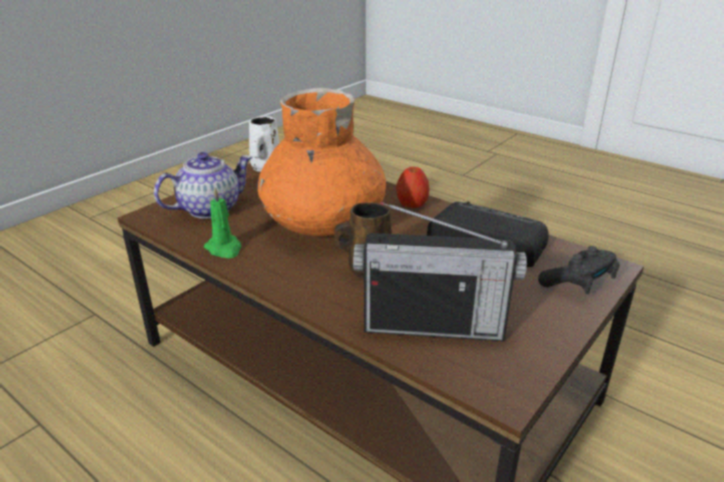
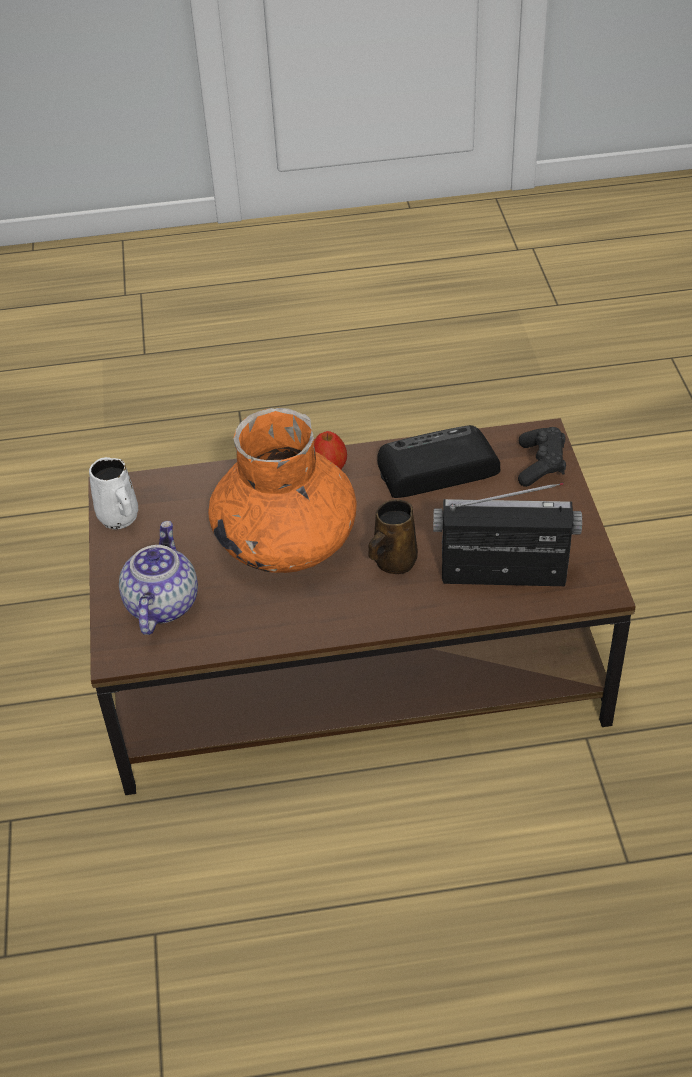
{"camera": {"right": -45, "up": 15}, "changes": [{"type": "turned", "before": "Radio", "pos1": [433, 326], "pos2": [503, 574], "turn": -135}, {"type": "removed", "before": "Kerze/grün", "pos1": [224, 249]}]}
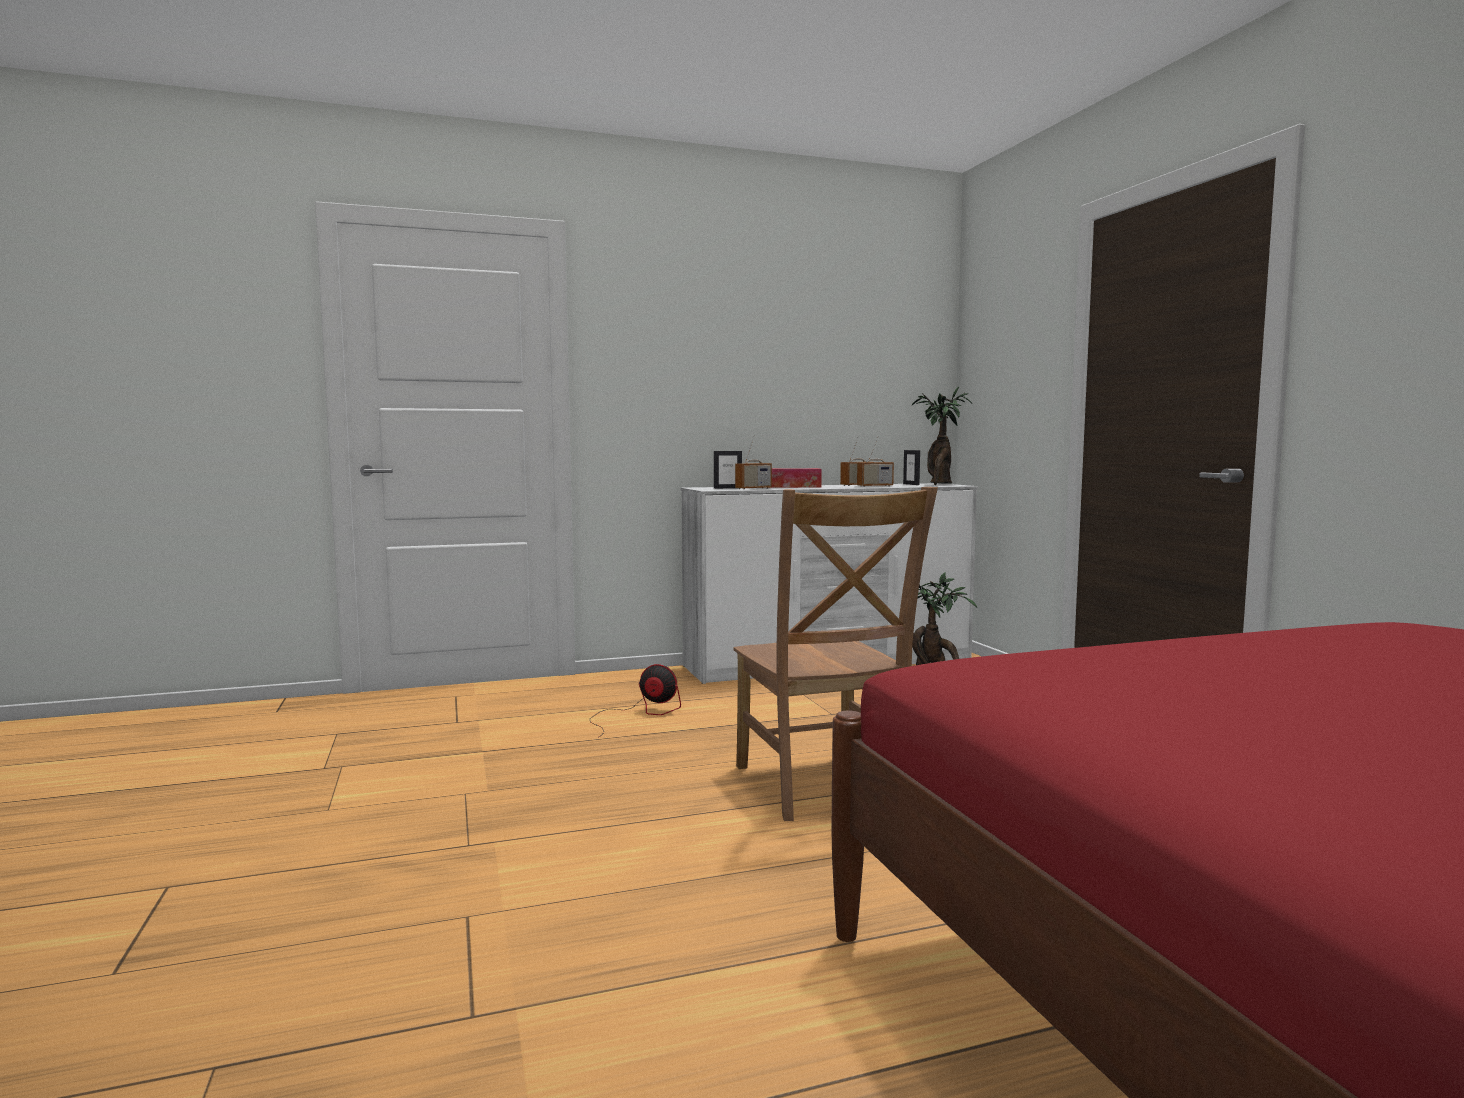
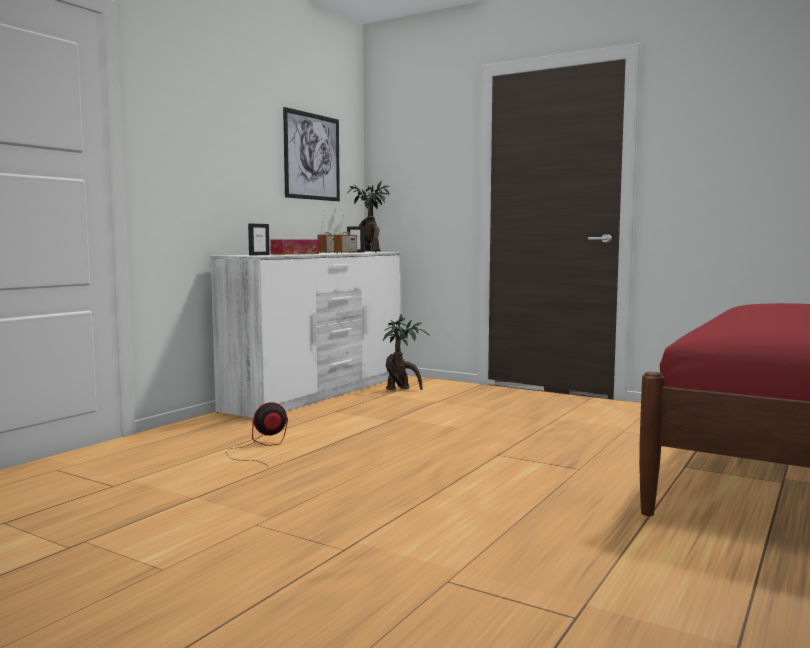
{"camera": {"right": -40, "up": 0}, "changes": [{"type": "added", "after": "Bild", "pos2": [312, 156]}, {"type": "removed", "before": "Stuhl/braun", "pos1": [823, 787]}, {"type": "removed", "before": "Radio", "pos1": [753, 488]}]}
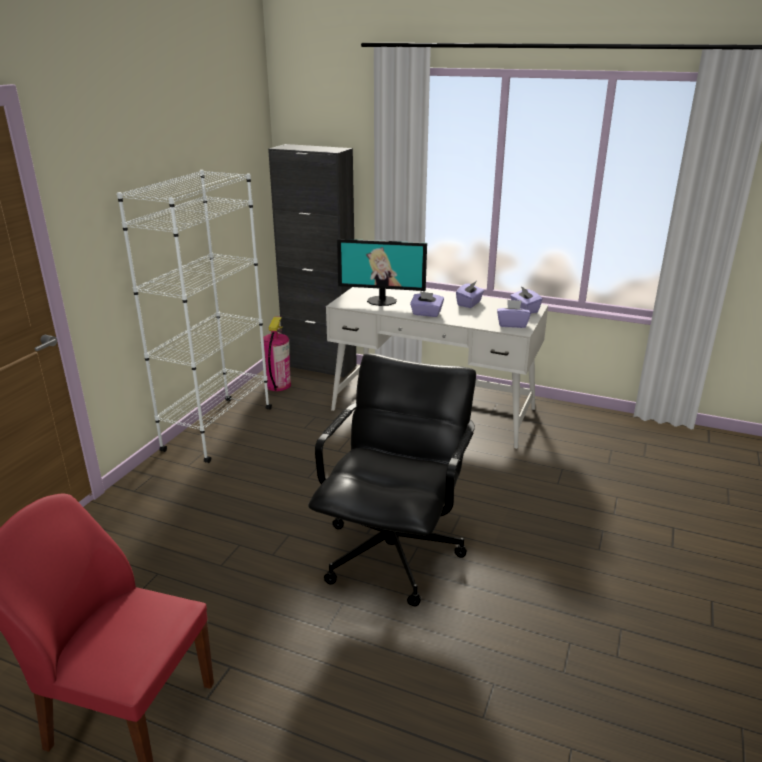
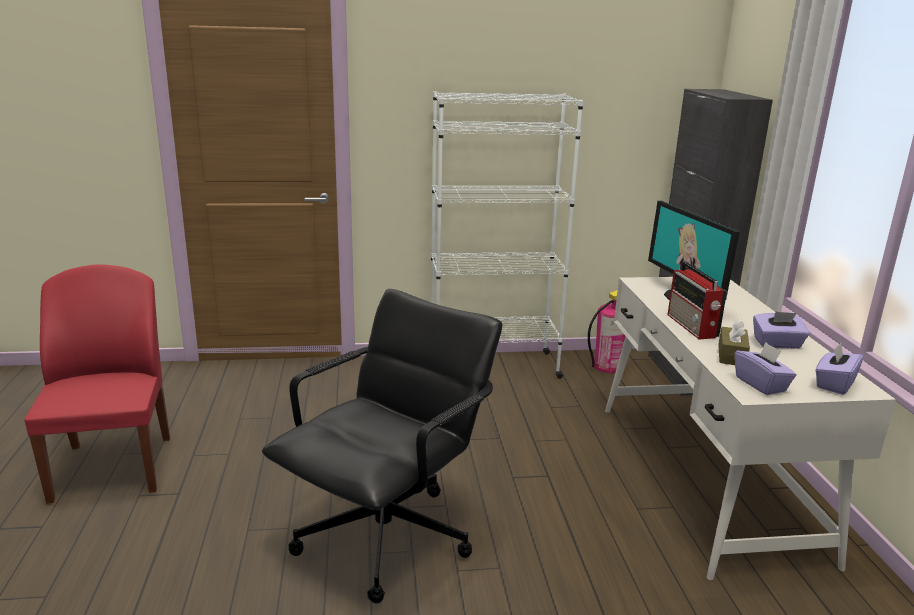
{"camera": {"right": 60, "up": -5}, "changes": [{"type": "turned", "before": "Bürostuhl/schwarz", "pos1": [393, 554], "pos2": [387, 537], "turn": -45}, {"type": "replaced", "before": "Taschentuchbox/lila", "after": "Radio", "pos1": [426, 314], "pos2": [692, 326]}, {"type": "added", "after": "Taschentuchbox/braun", "pos2": [731, 355]}]}
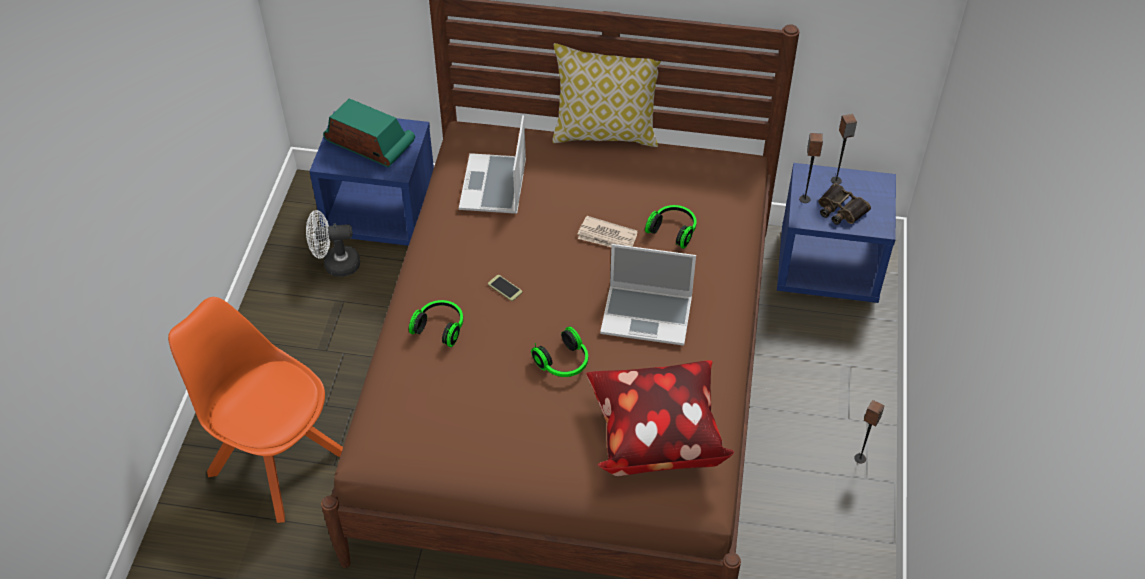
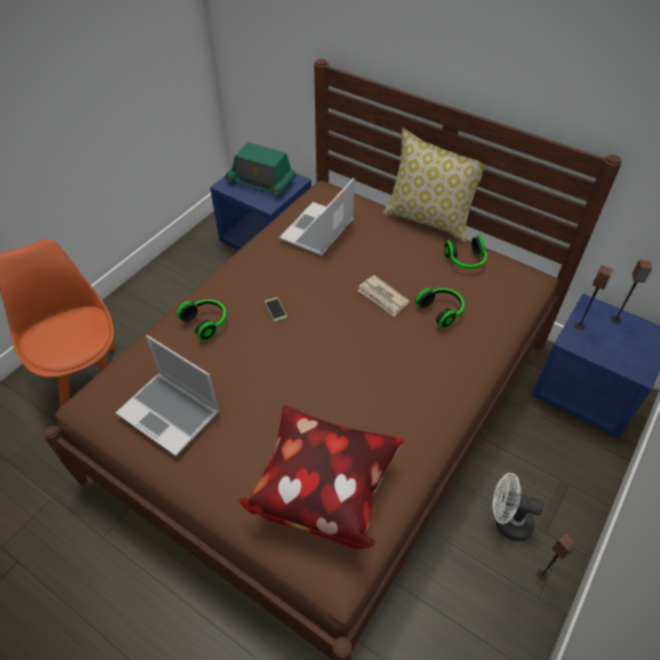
{"camera": {"right": 25, "up": 0}, "changes": [{"type": "moved", "before": "Laptop", "pos1": [648, 315], "pos2": [171, 413]}, {"type": "turned", "before": "Radio", "pos1": [370, 144], "pos2": [261, 182], "turn": 150}, {"type": "moved", "before": "Kopfhörer", "pos1": [564, 363], "pos2": [466, 261]}, {"type": "moved", "before": "Ventilator/weiß", "pos1": [335, 264], "pos2": [507, 522]}, {"type": "removed", "before": "Fernglas", "pos1": [840, 210]}]}
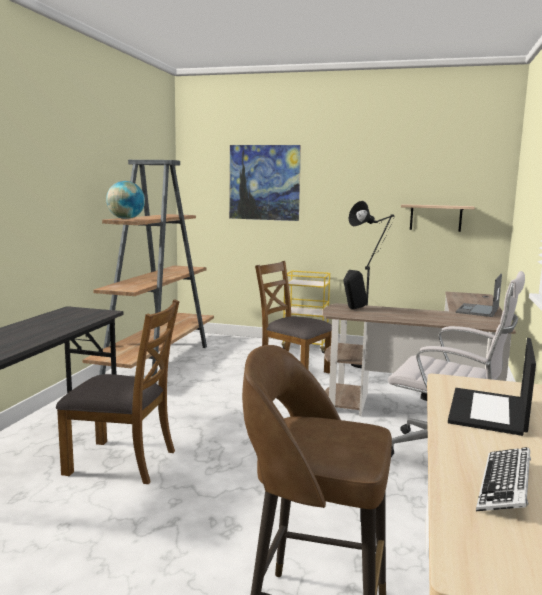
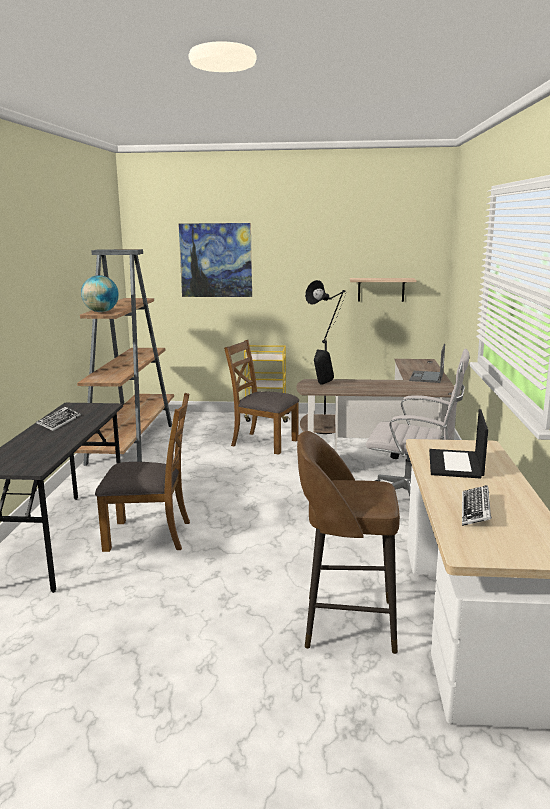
{"camera": {"right": -10, "up": 5}, "changes": [{"type": "added", "after": "Tastatur", "pos2": [59, 422]}]}
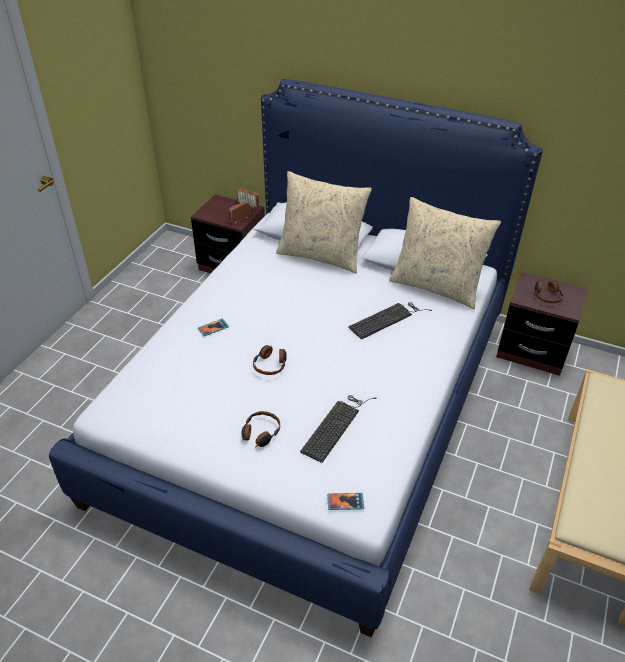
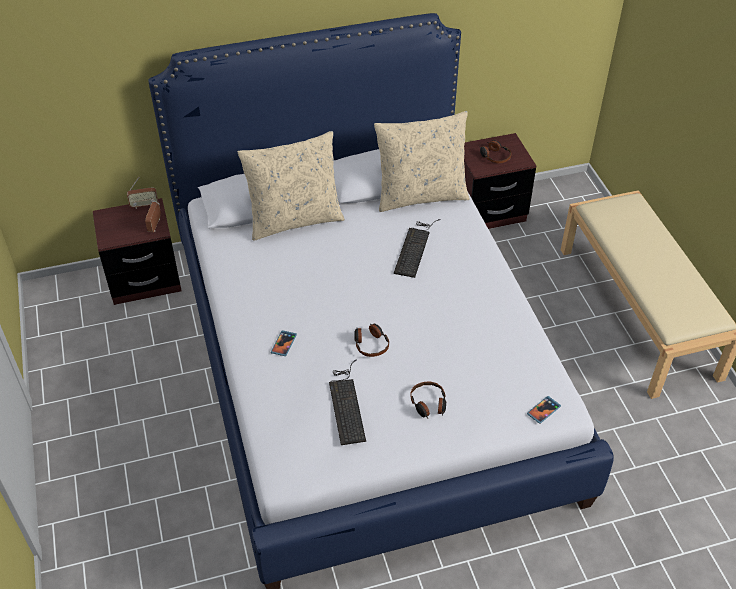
{"camera": {"right": -40, "up": 5}, "changes": [{"type": "moved", "before": "Tastatur", "pos1": [336, 425], "pos2": [347, 403]}]}
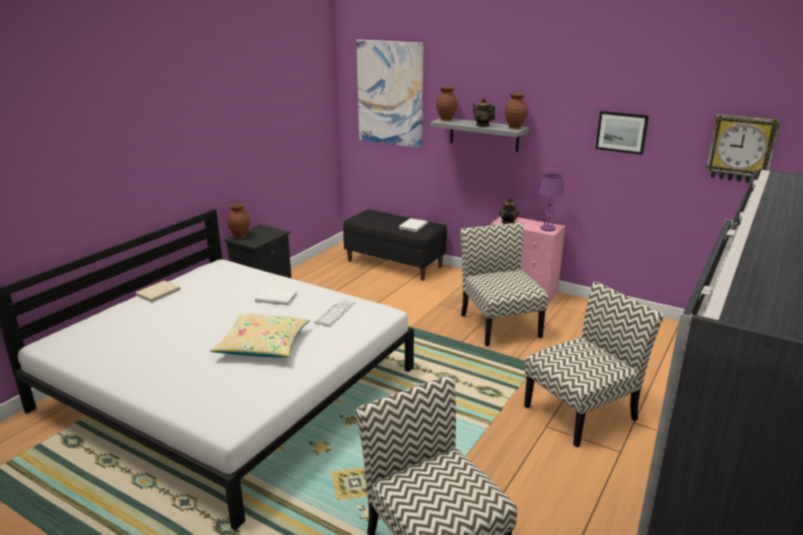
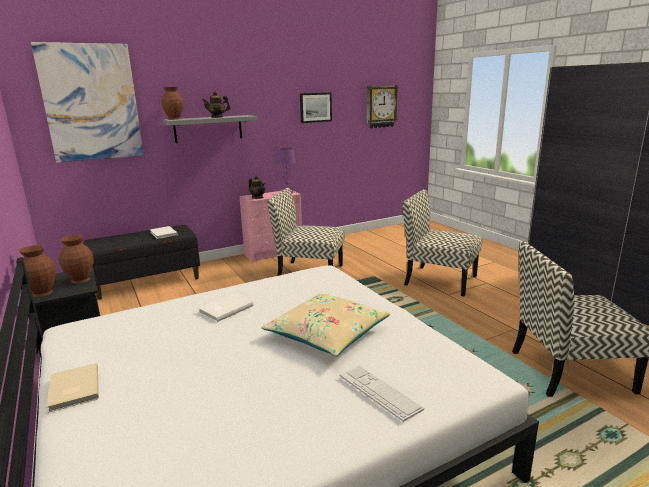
{"camera": {"right": -60, "up": -5}, "changes": [{"type": "moved", "before": "Vase/braun", "pos1": [514, 127], "pos2": [80, 280]}, {"type": "moved", "before": "Tastatur", "pos1": [335, 313], "pos2": [379, 392]}, {"type": "turned", "before": "Stuhl", "pos1": [581, 411], "pos2": [439, 280], "turn": -60}]}
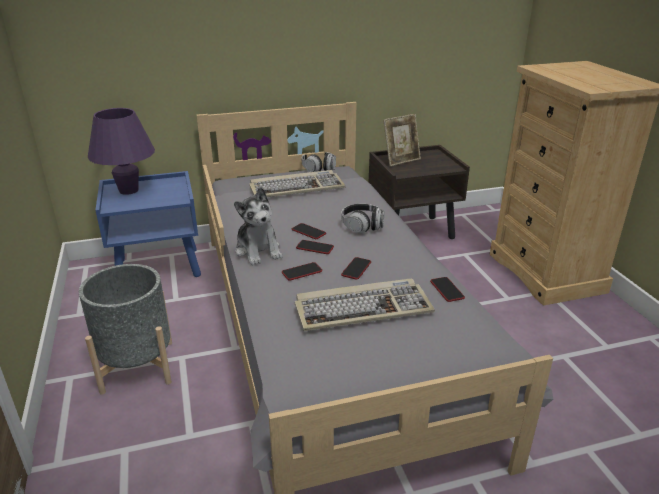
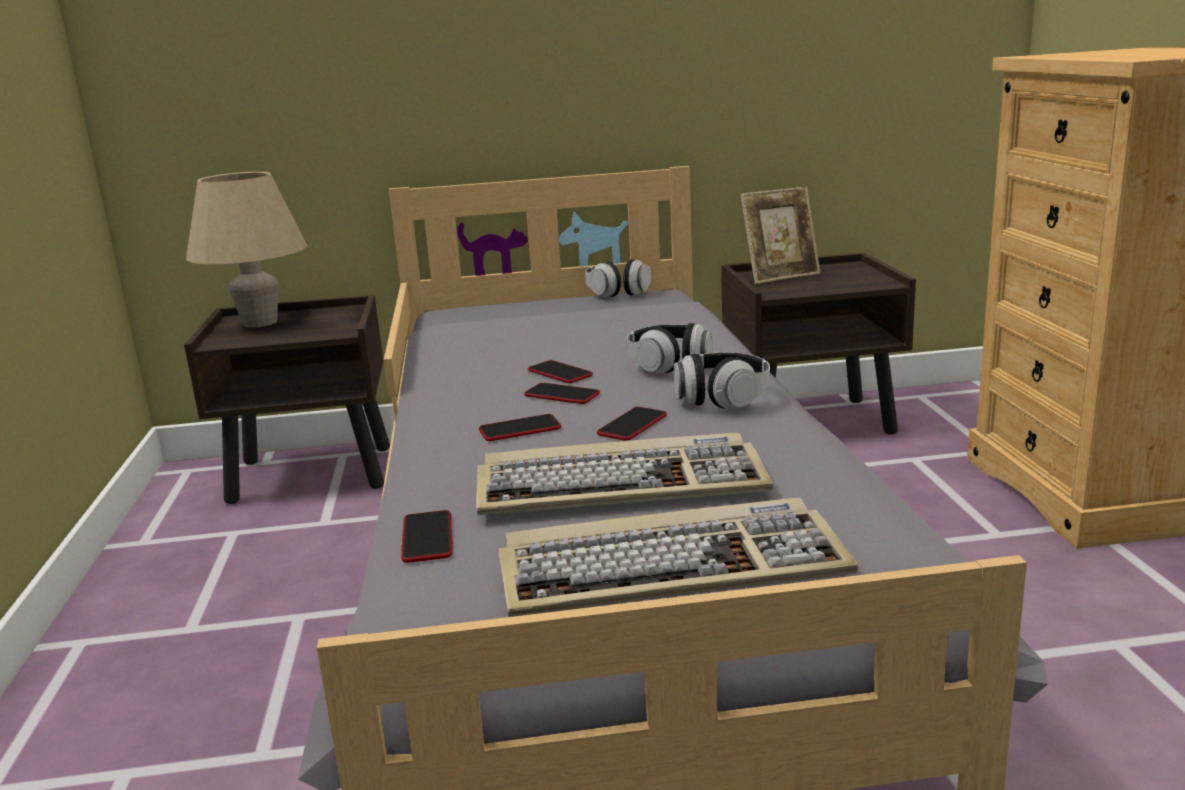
{"camera": {"right": 10, "up": -10}, "changes": [{"type": "recoloured", "before": "Nachttisch/blau", "after": "Nachttisch/braun", "pos1": [159, 268], "pos2": [314, 474]}, {"type": "recoloured", "before": "Tischlampe/lila", "after": "Tischlampe/beige", "pos1": [129, 190], "pos2": [260, 322]}, {"type": "moved", "before": "Handy", "pos1": [447, 290], "pos2": [427, 538]}, {"type": "moved", "before": "Tastatur", "pos1": [297, 188], "pos2": [672, 567]}, {"type": "added", "after": "Kopfhörer", "pos2": [721, 398]}, {"type": "removed", "before": "Pflanzkübel/grau", "pos1": [137, 366]}, {"type": "removed", "before": "Plüschtier", "pos1": [258, 250]}]}
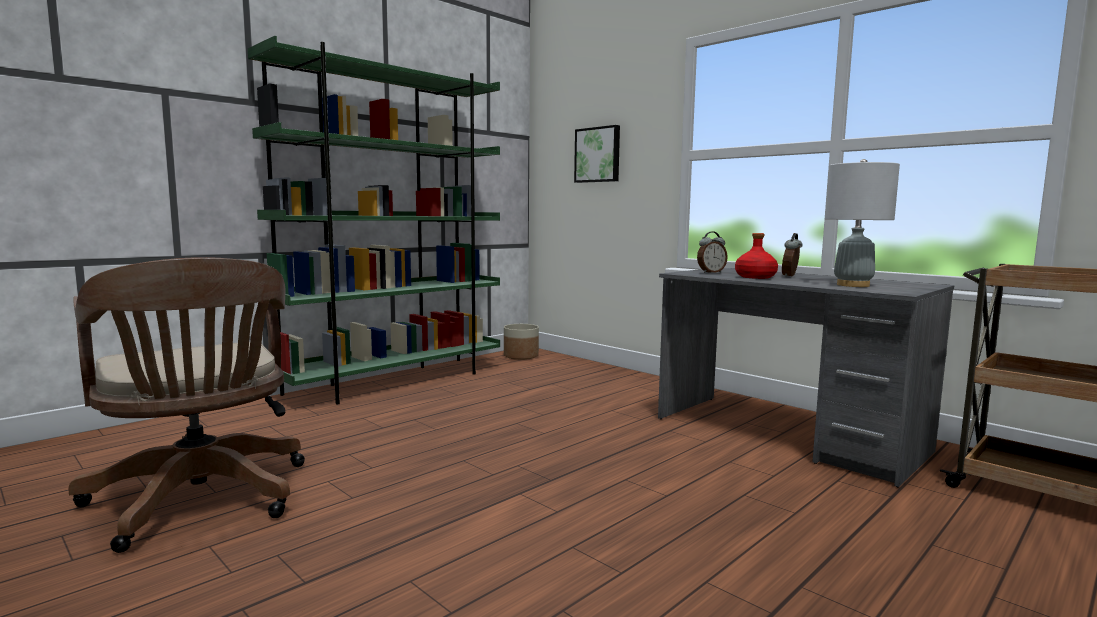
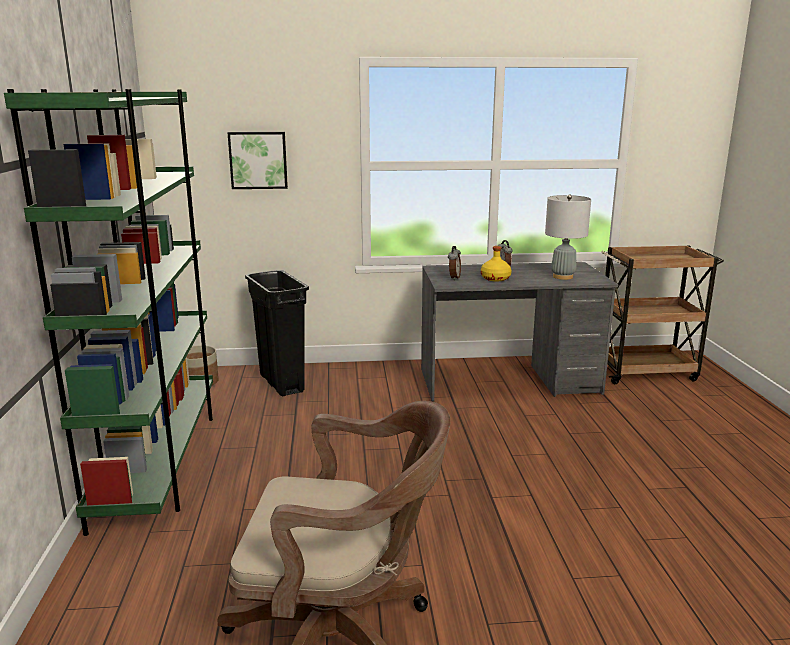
{"camera": {"right": -50, "up": 10}, "changes": [{"type": "added", "after": "Mülleimer/schwarz", "pos2": [281, 383]}, {"type": "recoloured", "before": "Flasche/rot", "after": "Flasche/gelb", "pos1": [755, 277], "pos2": [495, 278]}]}
